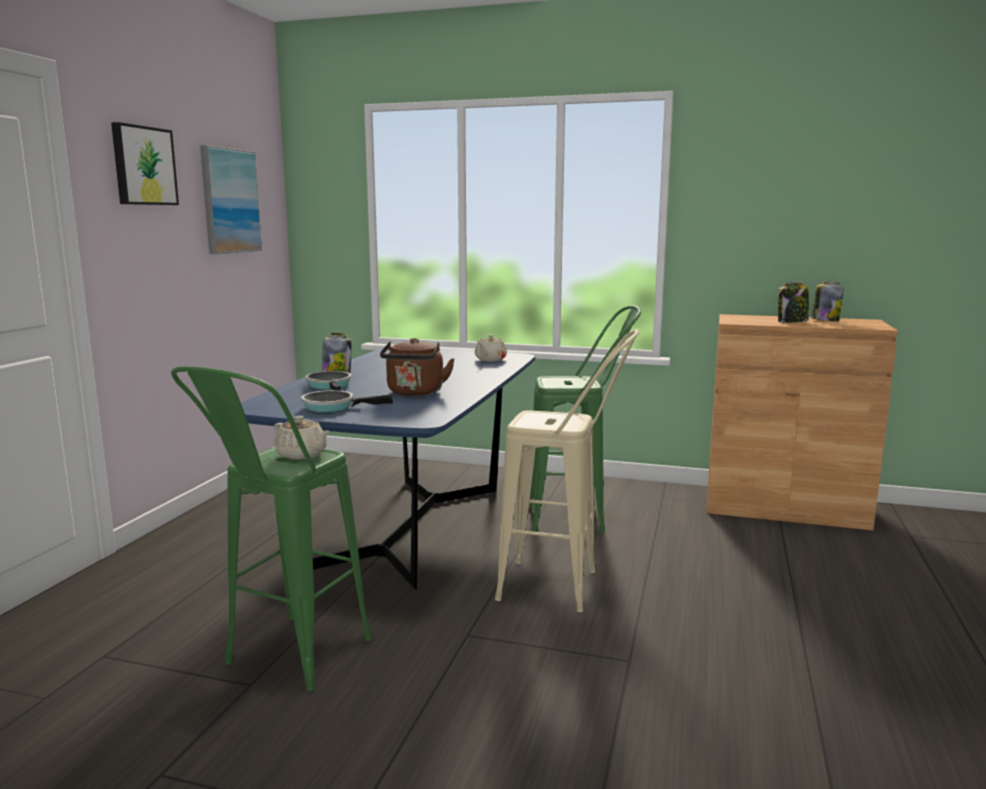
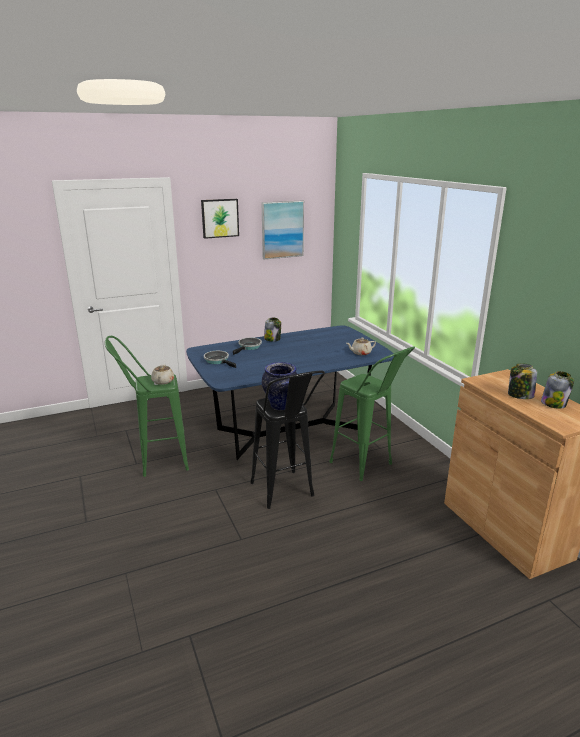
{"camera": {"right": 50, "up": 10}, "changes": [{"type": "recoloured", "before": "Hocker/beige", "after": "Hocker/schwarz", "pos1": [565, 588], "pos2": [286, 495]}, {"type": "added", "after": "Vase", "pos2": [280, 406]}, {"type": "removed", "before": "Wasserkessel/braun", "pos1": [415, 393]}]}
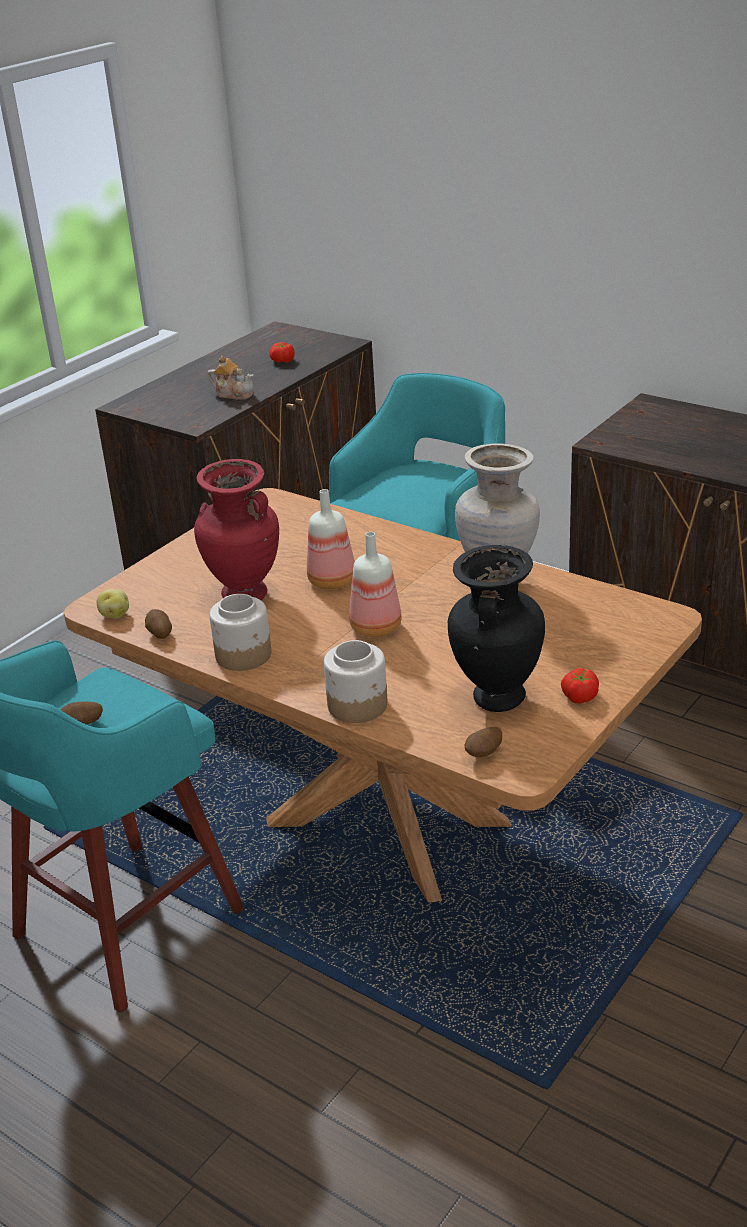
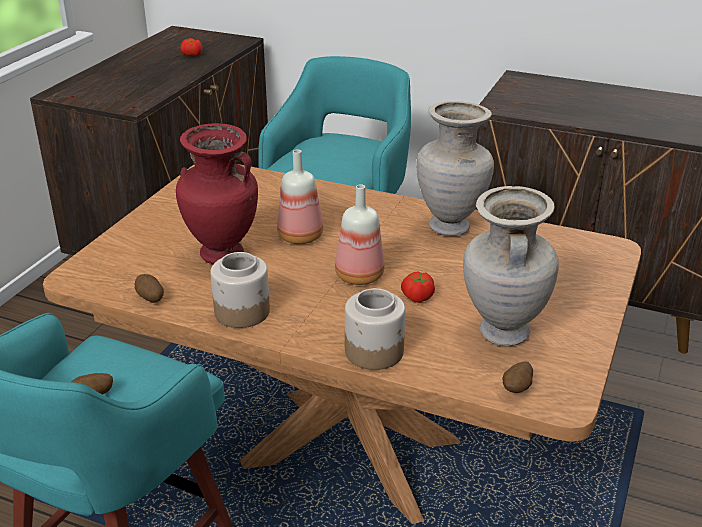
{"camera": {"right": -15, "up": 0}, "changes": [{"type": "moved", "before": "Tomate", "pos1": [579, 696], "pos2": [417, 296]}, {"type": "recoloured", "before": "Vase/schwarz", "after": "Vase/beige", "pos1": [496, 698], "pos2": [502, 333]}, {"type": "removed", "before": "Kartoffel", "pos1": [115, 614]}, {"type": "removed", "before": "Teekanne", "pos1": [234, 394]}]}
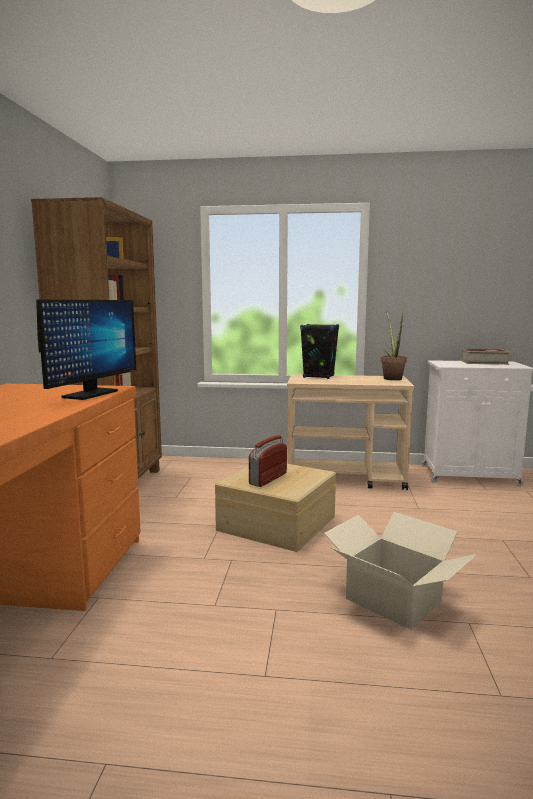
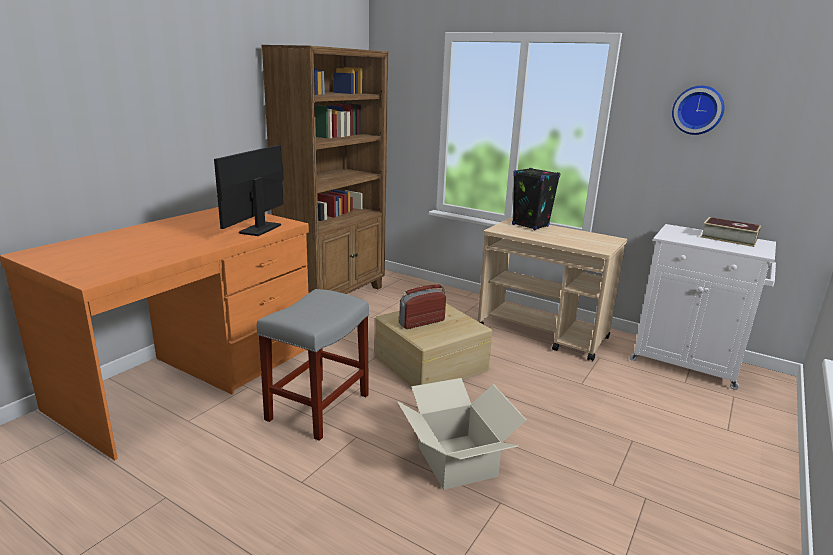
{"camera": {"right": 25, "up": 10}, "changes": [{"type": "turned", "before": "Monitor", "pos1": [90, 394], "pos2": [260, 229], "turn": 150}, {"type": "added", "after": "Hocker/grau", "pos2": [318, 408]}, {"type": "added", "after": "Wanduhr", "pos2": [698, 110]}, {"type": "removed", "before": "Topfpflanze", "pos1": [391, 378]}]}
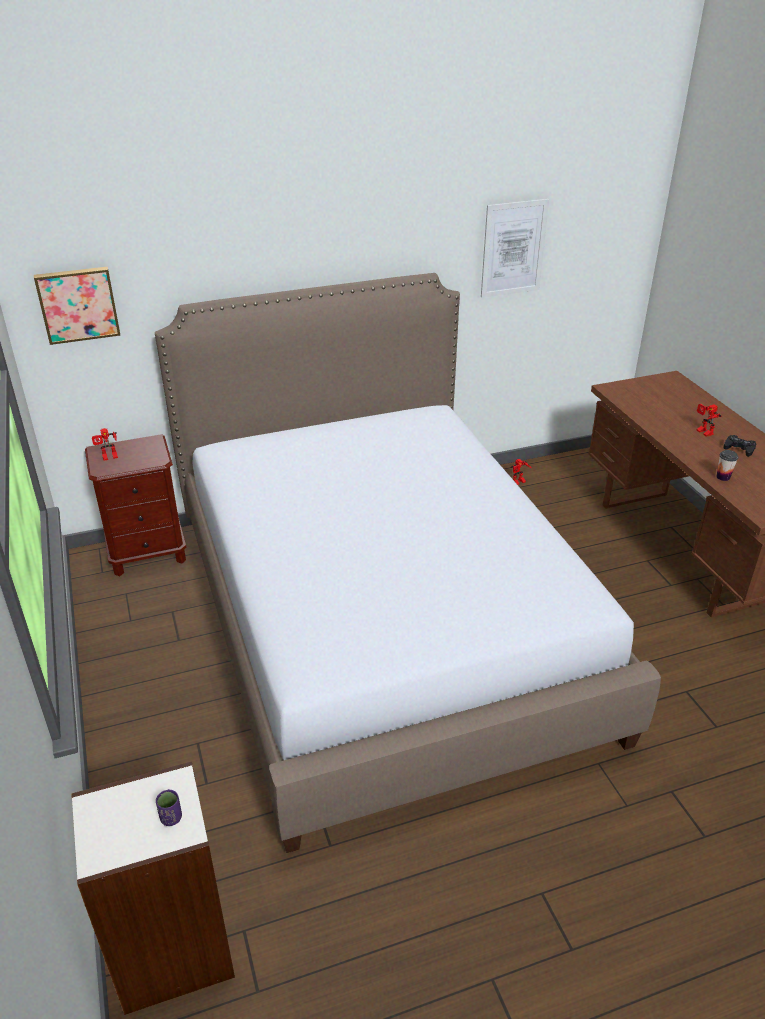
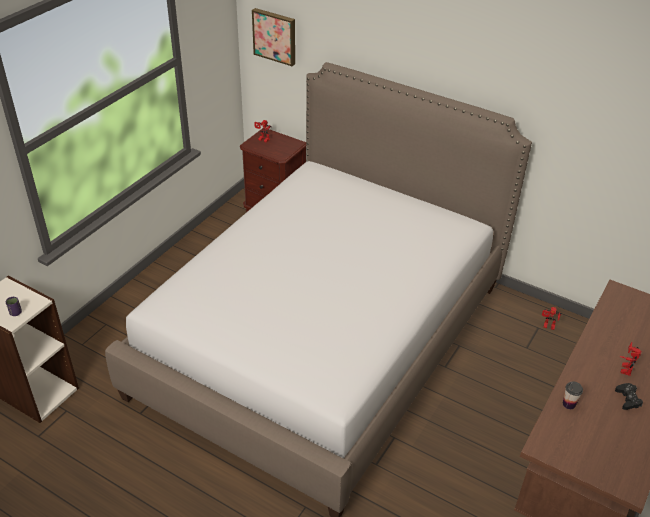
{"camera": {"right": 50, "up": 5}, "changes": [{"type": "removed", "before": "Bild", "pos1": [513, 248]}]}
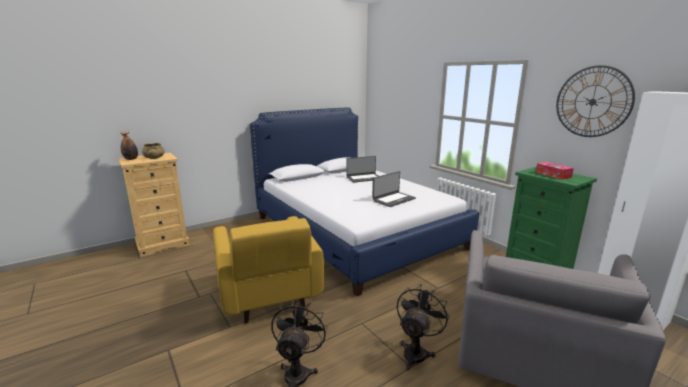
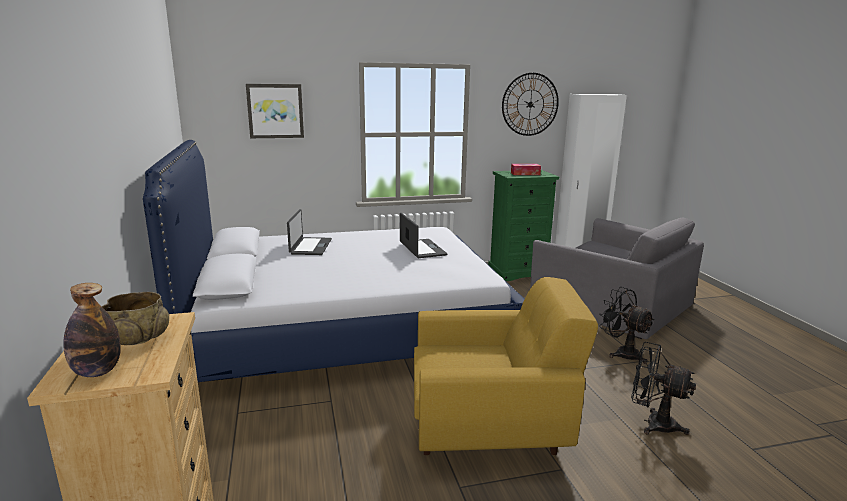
{"camera": {"right": -70, "up": 0}, "changes": [{"type": "added", "after": "Bild", "pos2": [275, 111]}]}
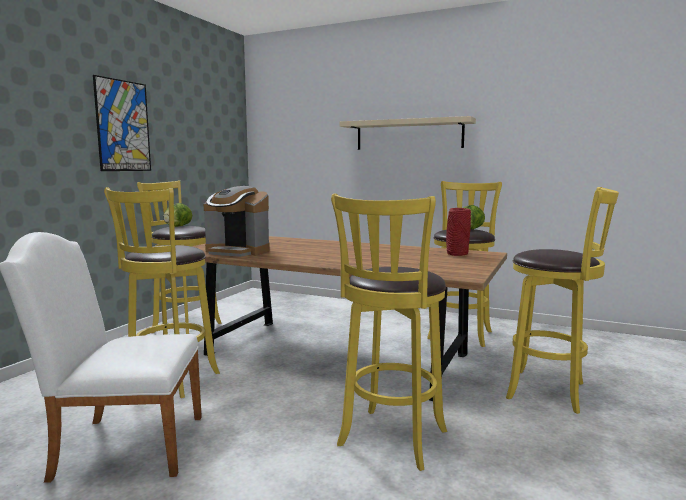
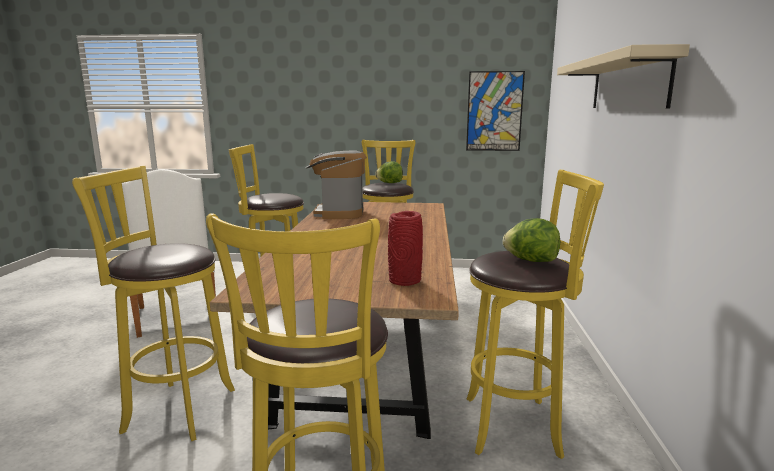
{"camera": {"right": 70, "up": 5}, "changes": [{"type": "moved", "before": "Bild", "pos1": [123, 126], "pos2": [494, 111]}]}
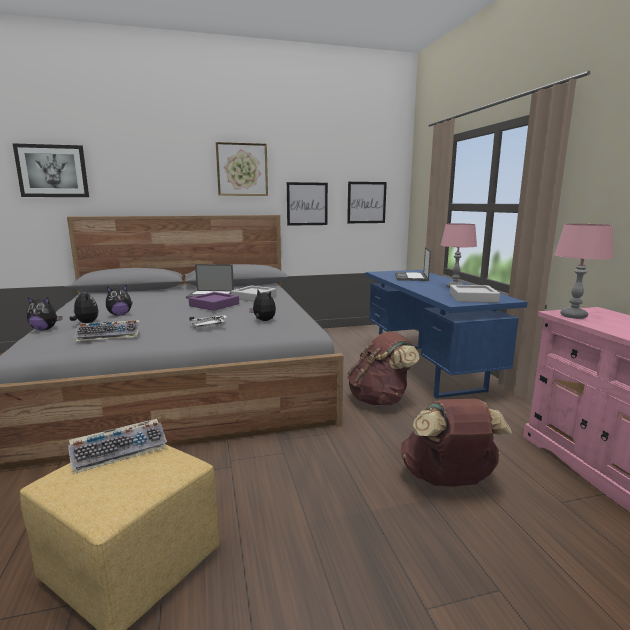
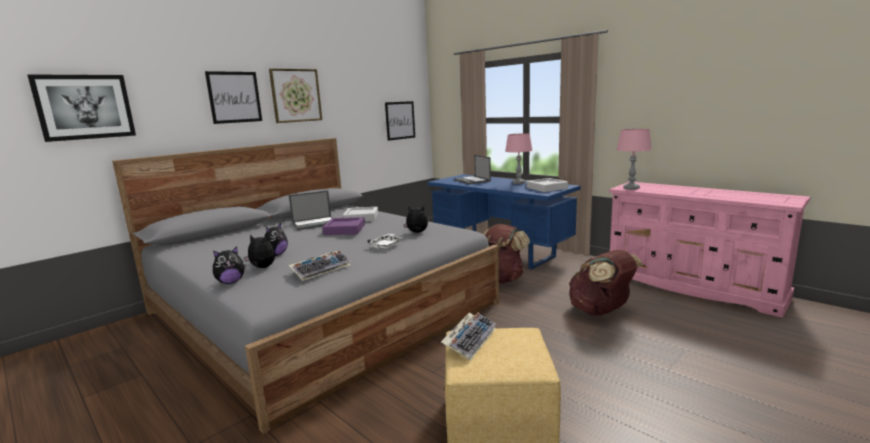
{"camera": {"right": -30, "up": 0}, "changes": [{"type": "moved", "before": "Bild", "pos1": [307, 204], "pos2": [234, 97]}]}
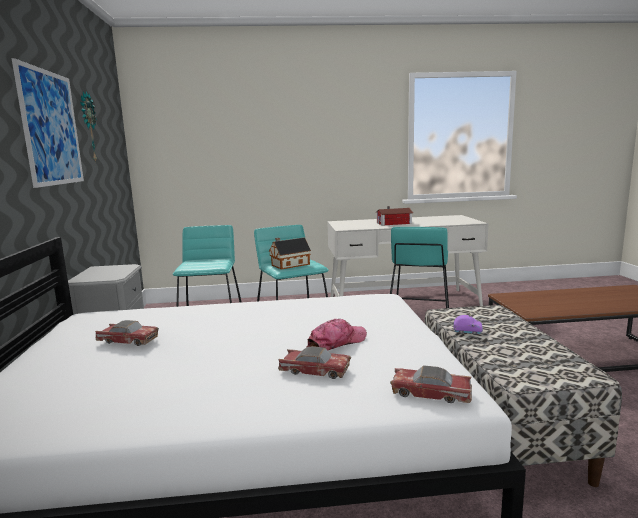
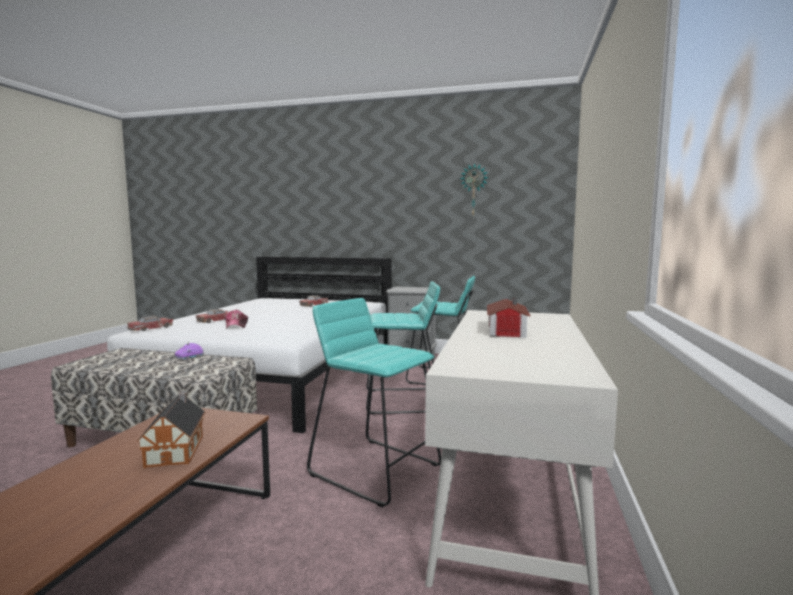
{"camera": {"right": 110, "up": -5}, "changes": [{"type": "moved", "before": "Spielzeughaus", "pos1": [289, 265], "pos2": [176, 449]}, {"type": "removed", "before": "Bild", "pos1": [51, 128]}]}
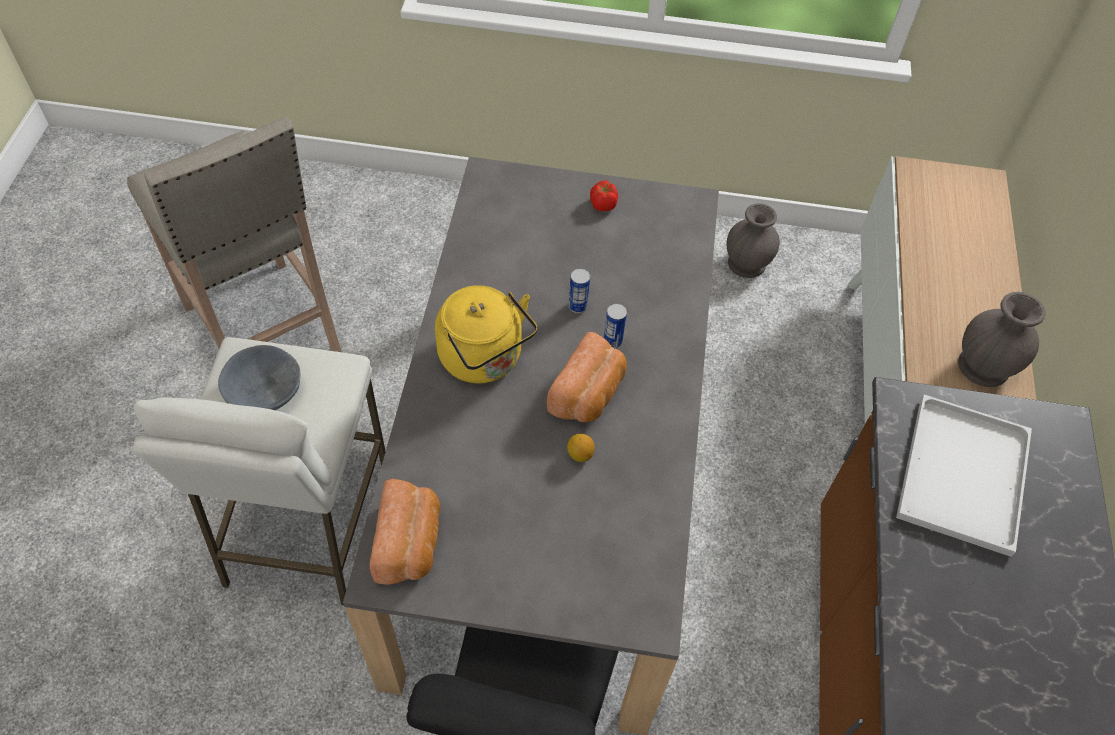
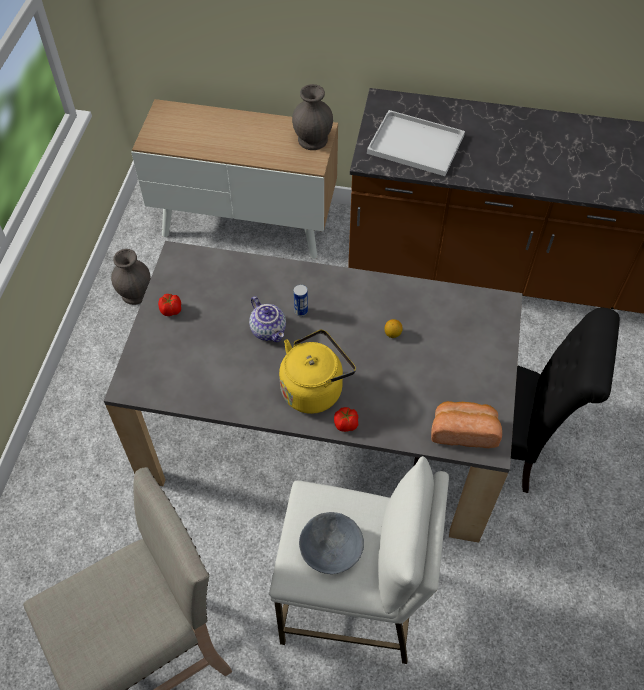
{"camera": {"right": -85, "up": 0}, "changes": [{"type": "replaced", "before": "Dose", "after": "Teekanne", "pos1": [577, 306], "pos2": [269, 330]}, {"type": "added", "after": "Tomate", "pos2": [346, 424]}, {"type": "removed", "before": "Brot", "pos1": [589, 393]}]}
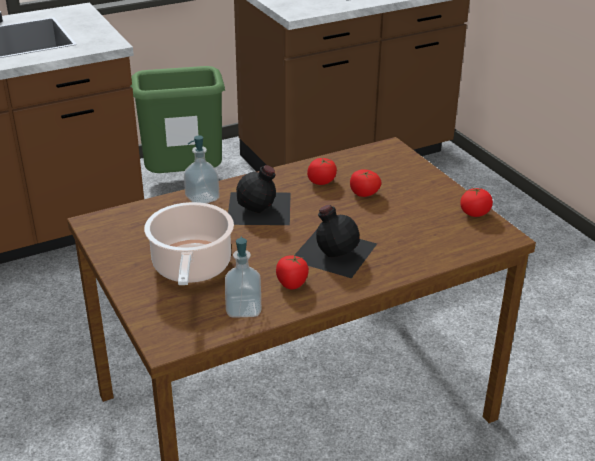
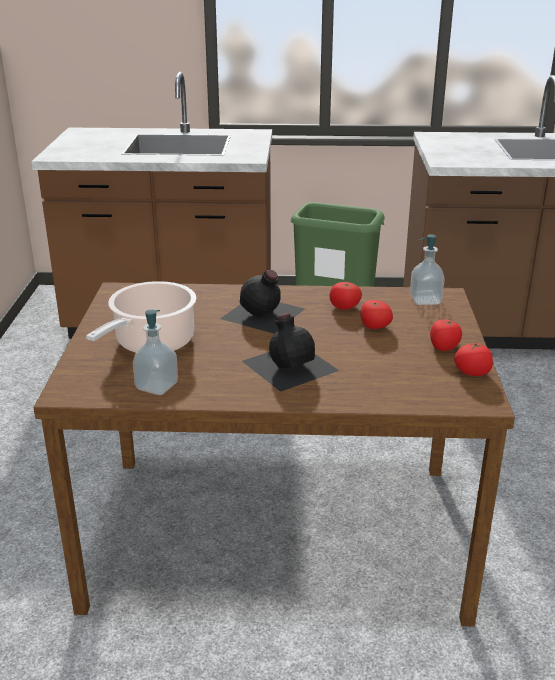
{"camera": {"right": 30, "up": -5}, "changes": [{"type": "moved", "before": "Seifenspender", "pos1": [202, 198], "pos2": [425, 300]}, {"type": "moved", "before": "Tomate", "pos1": [292, 283], "pos2": [443, 347]}]}
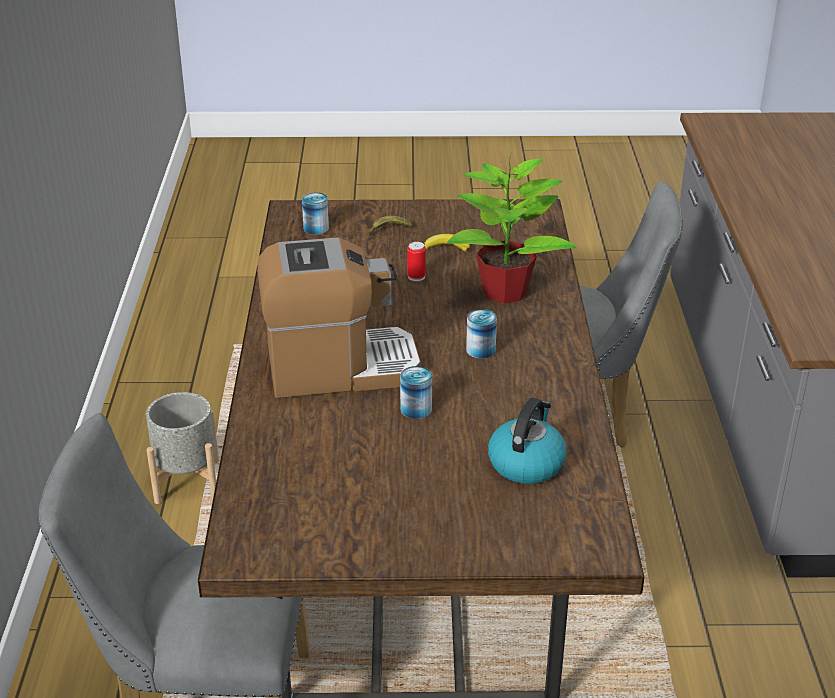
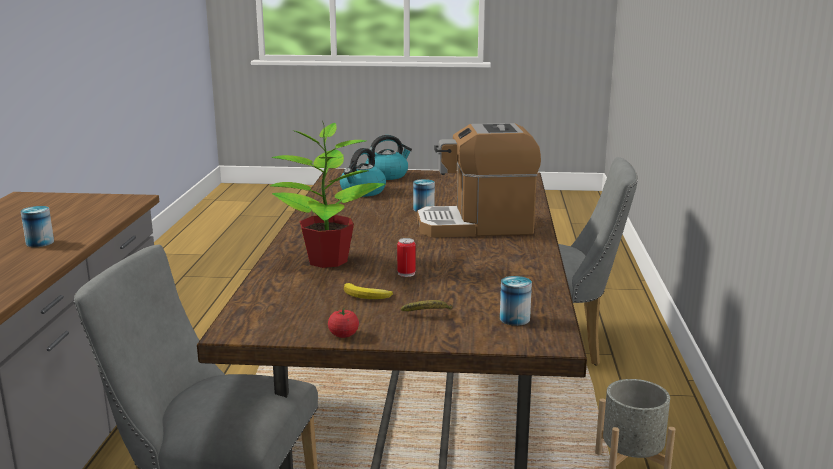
{"camera": {"right": -175, "up": -15}, "changes": [{"type": "moved", "before": "Dose", "pos1": [480, 350], "pos2": [40, 242]}, {"type": "added", "after": "Tomate", "pos2": [343, 335]}, {"type": "added", "after": "Wasserkessel", "pos2": [387, 175]}]}
